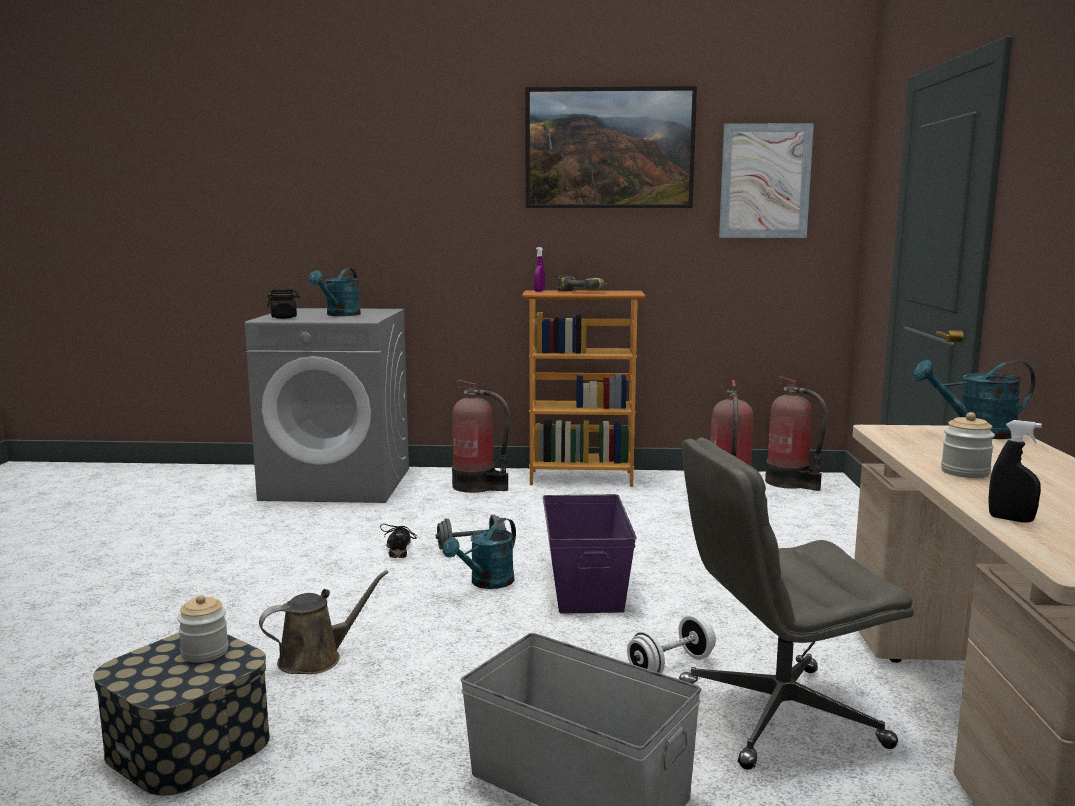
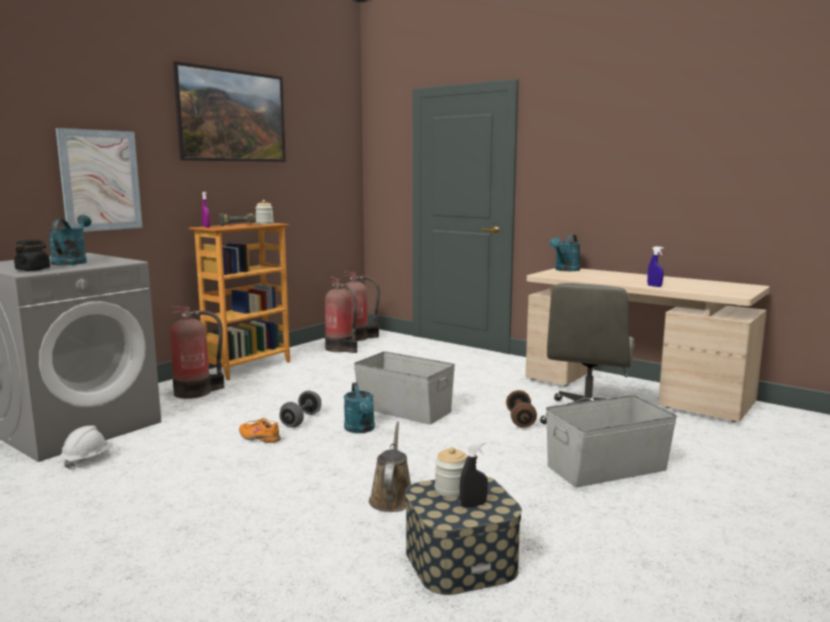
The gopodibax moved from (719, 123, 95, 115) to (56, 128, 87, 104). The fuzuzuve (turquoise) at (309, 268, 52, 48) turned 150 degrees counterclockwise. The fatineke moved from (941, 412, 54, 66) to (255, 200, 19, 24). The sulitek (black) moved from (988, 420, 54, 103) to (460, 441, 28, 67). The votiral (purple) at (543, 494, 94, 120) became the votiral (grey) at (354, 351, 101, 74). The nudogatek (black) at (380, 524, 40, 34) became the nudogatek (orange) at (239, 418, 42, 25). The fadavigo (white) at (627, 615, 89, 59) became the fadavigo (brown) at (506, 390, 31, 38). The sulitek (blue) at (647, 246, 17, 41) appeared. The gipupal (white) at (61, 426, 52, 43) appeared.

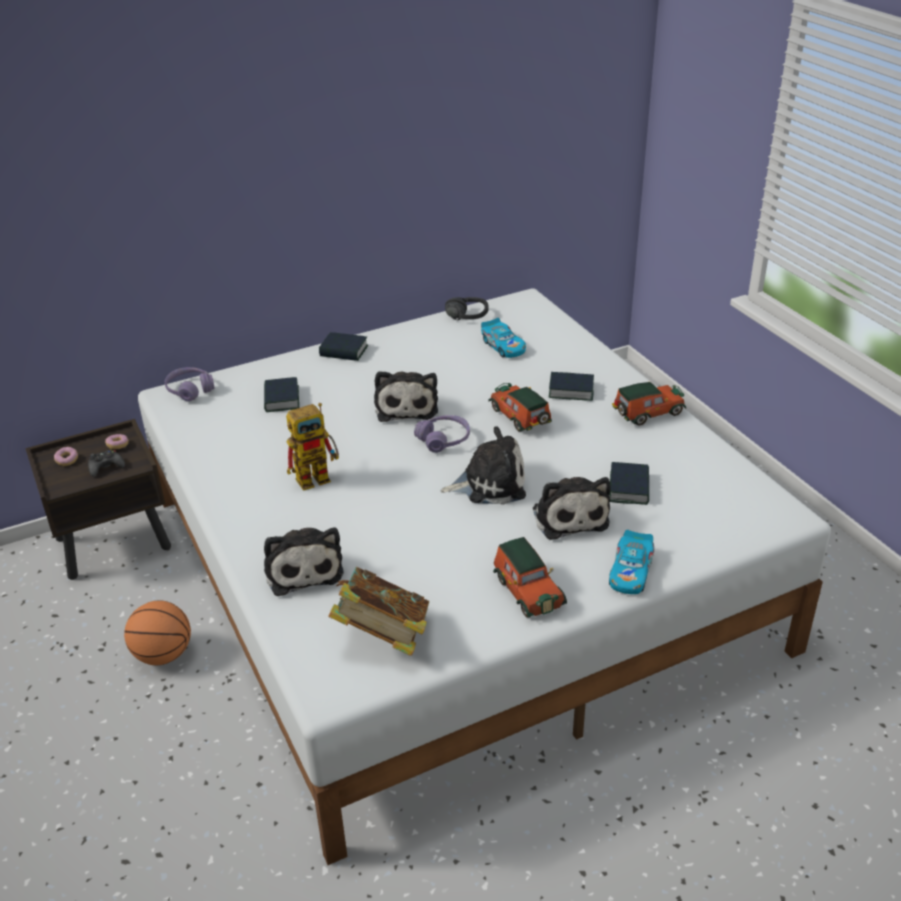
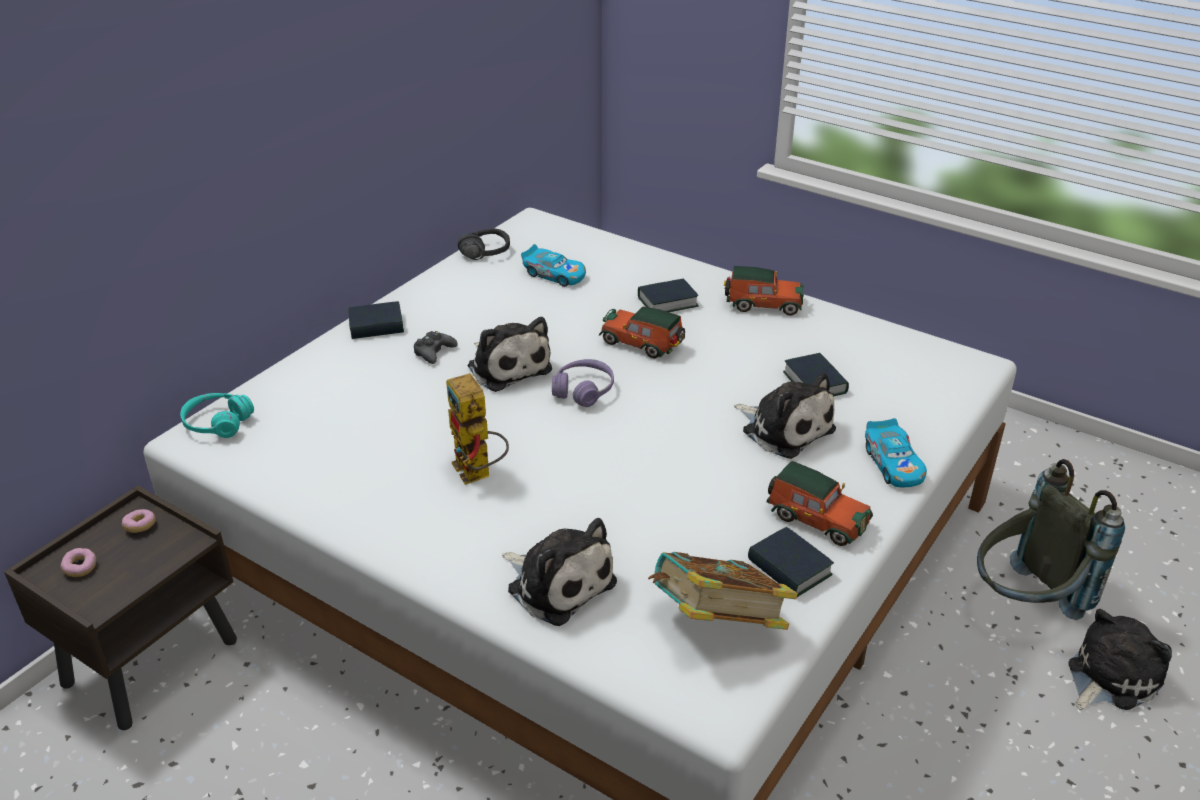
The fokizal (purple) at (165, 367, 50, 34) became the fokizal (turquoise) at (180, 393, 74, 45). The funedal moved from (264, 377, 35, 35) to (748, 527, 86, 70). The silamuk at (612, 382, 74, 44) turned 60 degrees clockwise. The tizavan at (286, 403, 53, 88) turned 120 degrees clockwise. The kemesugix moved from (441, 426, 85, 79) to (1068, 609, 104, 101). The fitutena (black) moved from (88, 449, 37, 28) to (414, 331, 44, 33). The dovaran at (124, 600, 67, 65) disappeared. The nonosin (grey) at (977, 459, 148, 161) appeared.

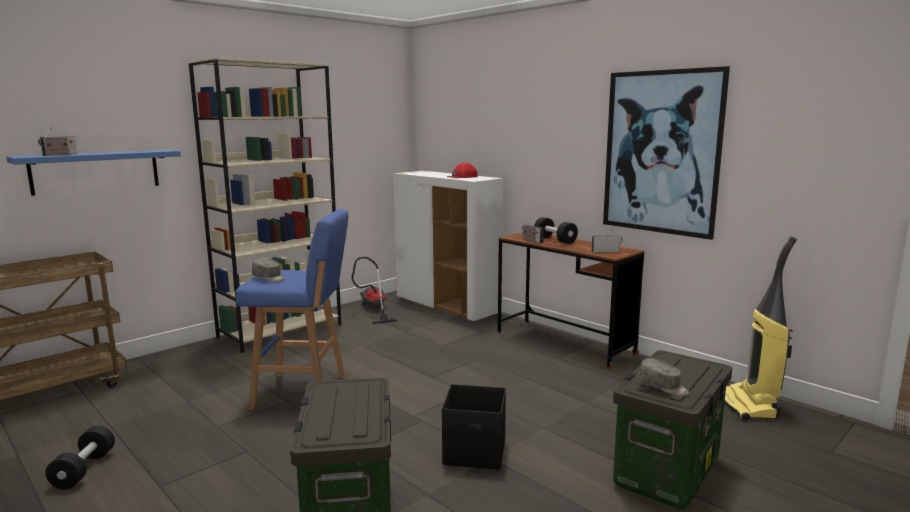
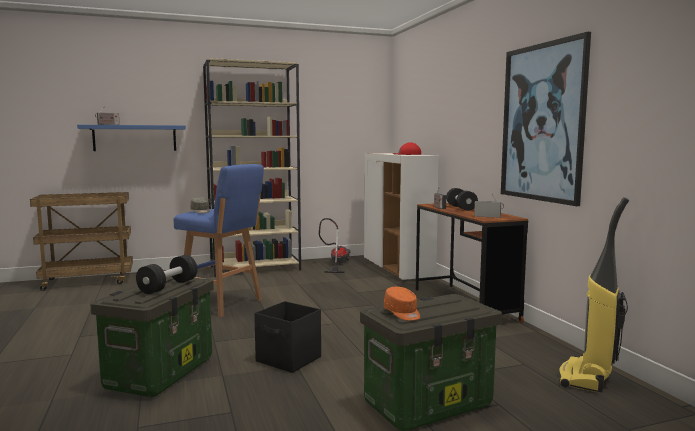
The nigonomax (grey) at (638, 358, 51, 38) became the nigonomax (orange) at (384, 287, 36, 34). The fadavigo (black) moved from (45, 426, 70, 63) to (136, 255, 61, 39).

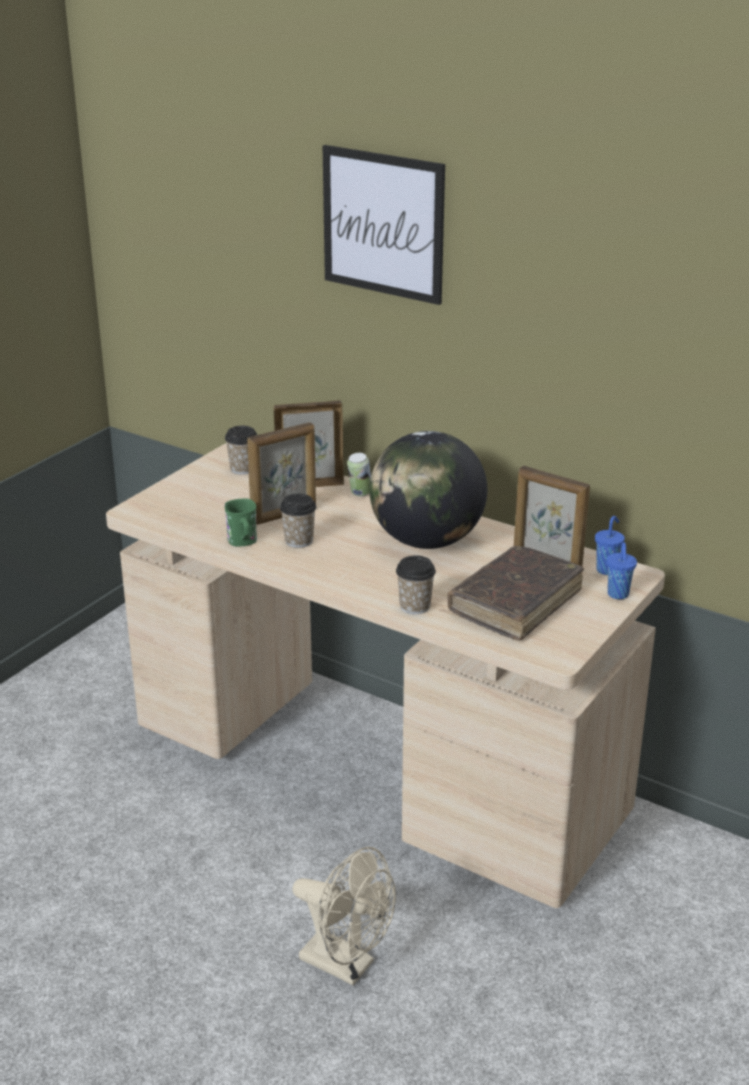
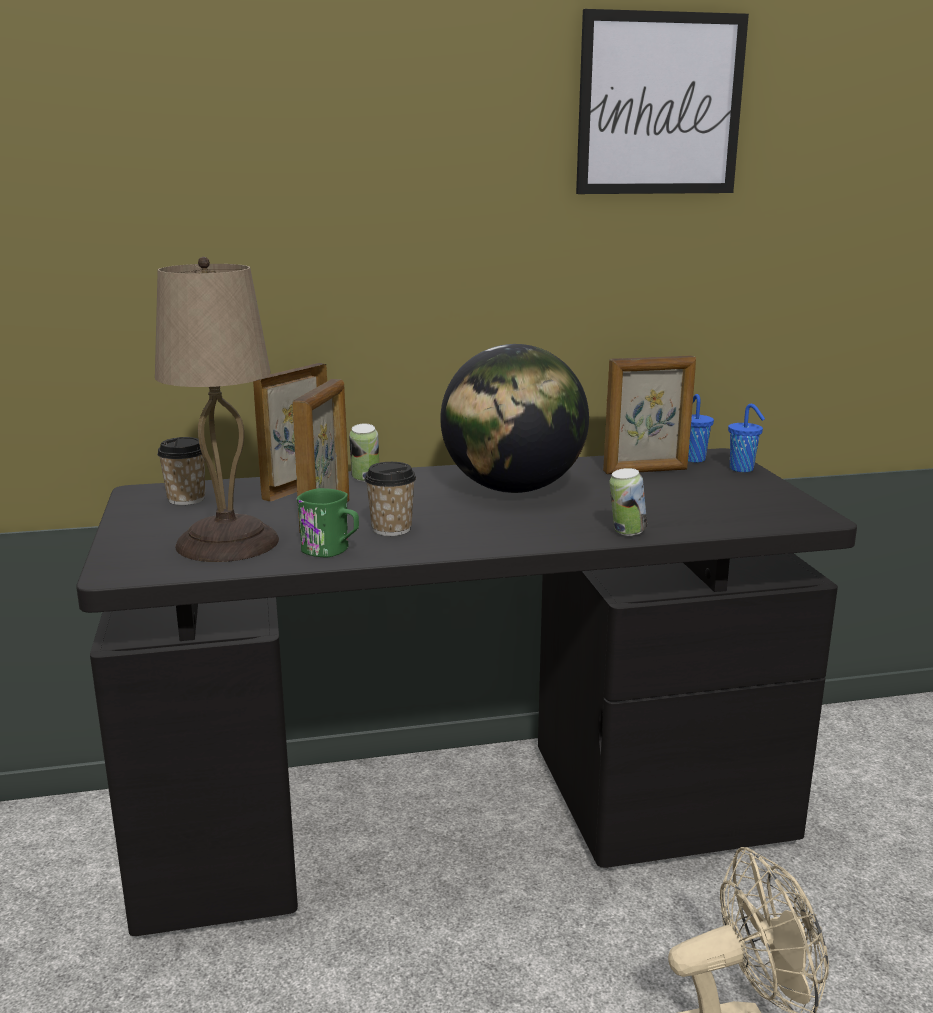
The gopodibax moved from (323, 145, 122, 160) to (576, 9, 173, 185). The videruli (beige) at (106, 443, 559, 465) became the videruli (black) at (77, 448, 780, 488). The funedal (brown) at (448, 546, 136, 95) disappeared. The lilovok at (396, 555, 40, 59) was replaced by the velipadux at (609, 468, 38, 68). The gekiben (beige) at (155, 257, 124, 305) appeared.

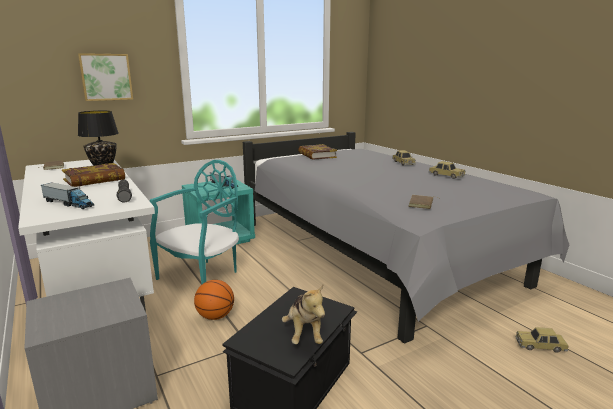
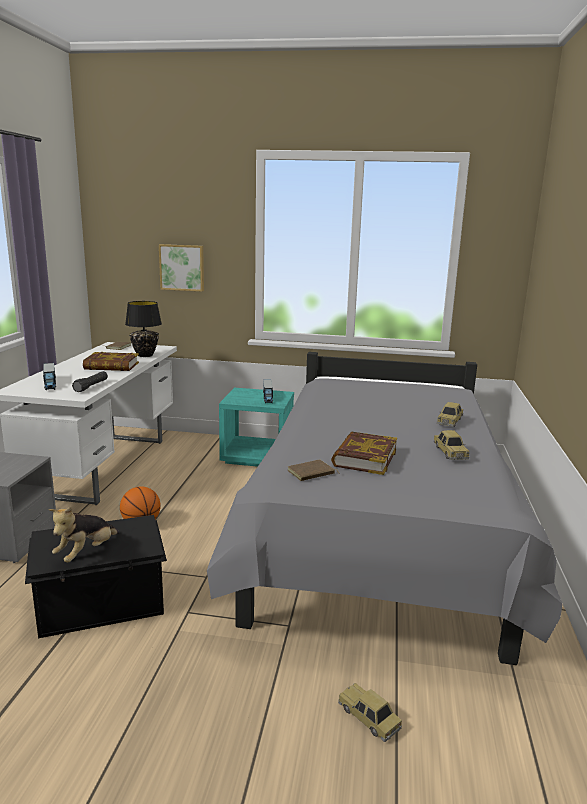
The funedal moved from (298, 144, 39, 16) to (331, 432, 66, 43). The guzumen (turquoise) at (150, 160, 89, 124) disappeared.

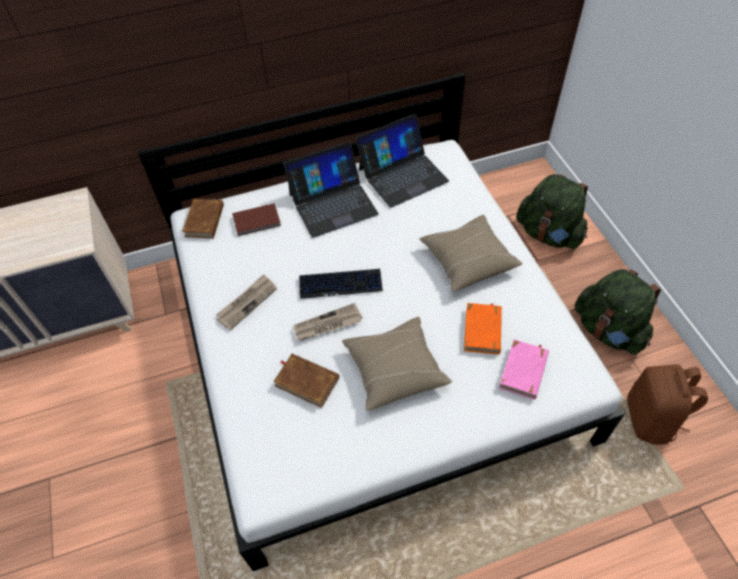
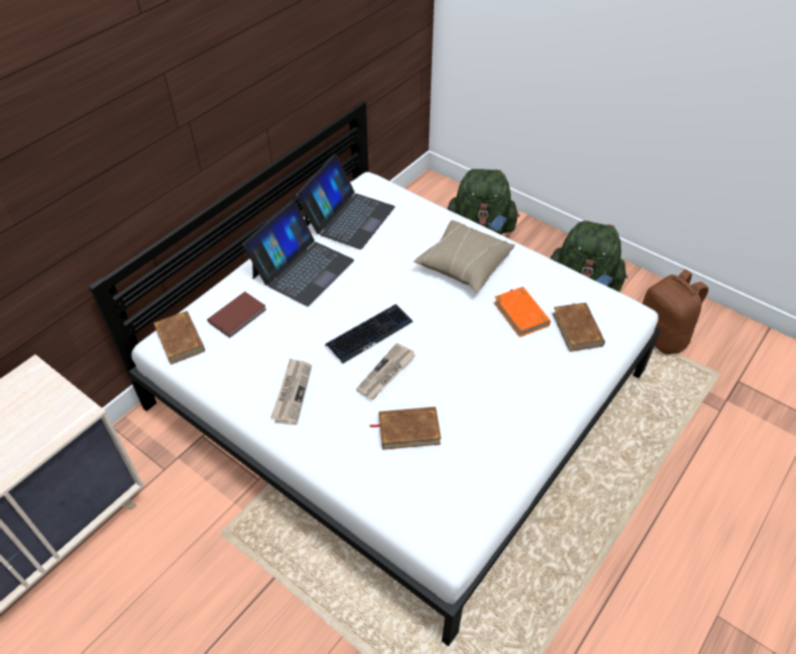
The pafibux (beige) at (342, 317, 110, 94) disappeared. The funedal (pink) at (499, 340, 50, 60) became the funedal (brown) at (553, 302, 52, 50).

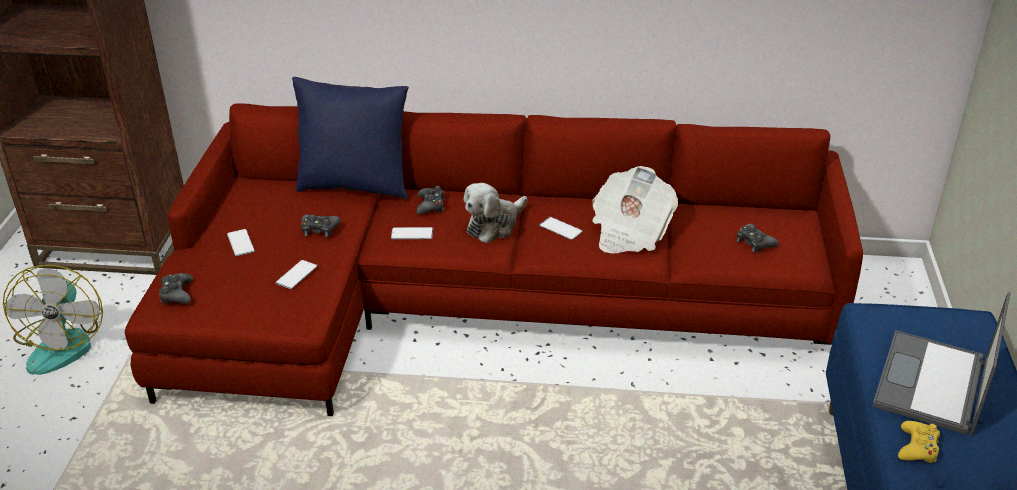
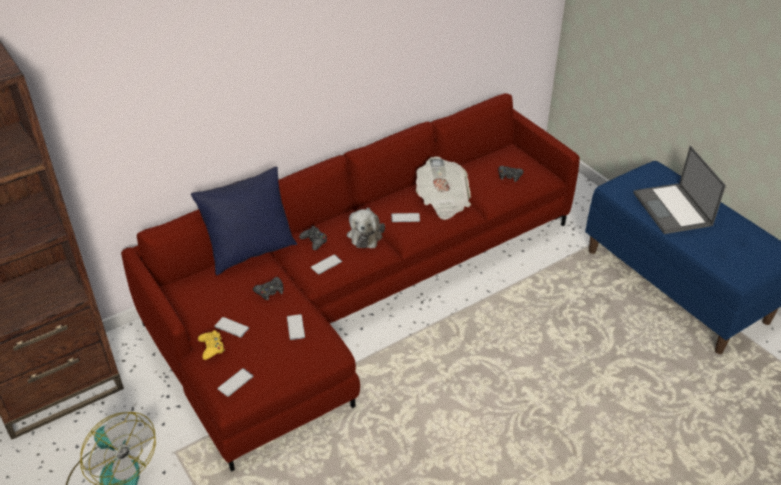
The fitutena (black) at (159, 273, 34, 31) was replaced by the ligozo at (217, 368, 36, 29). The fitutena (yellow) moved from (898, 421, 42, 42) to (198, 330, 27, 30).

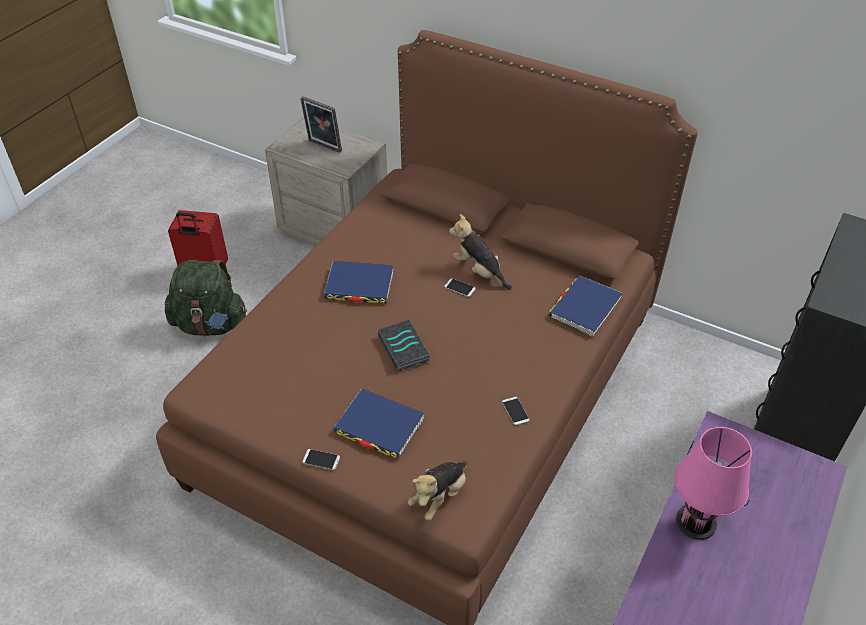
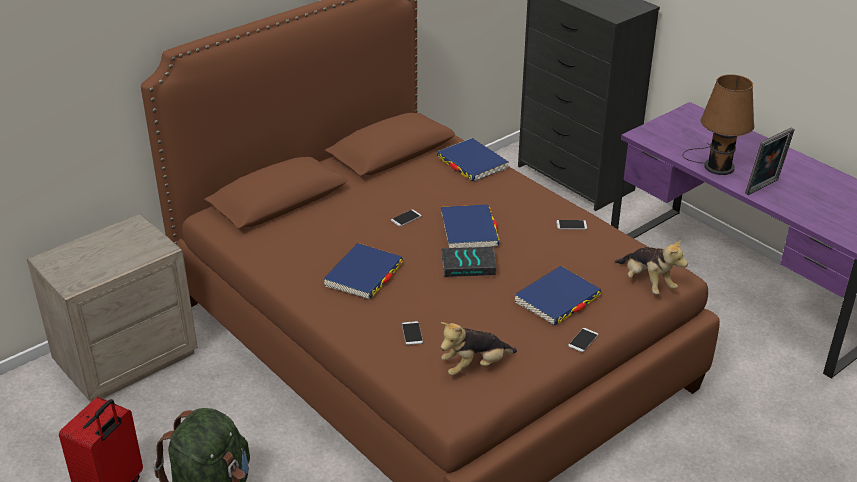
The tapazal moved from (300, 96, 42, 57) to (745, 127, 50, 68). The kemesugix moved from (449, 214, 63, 76) to (441, 322, 76, 54). The gekiben (pink) at (674, 427, 78, 113) became the gekiben (brown) at (682, 74, 73, 101). The funedal (blue) at (441, 204, 59, 44) appeared. The ligozo at (402, 321, 21, 24) appeared.

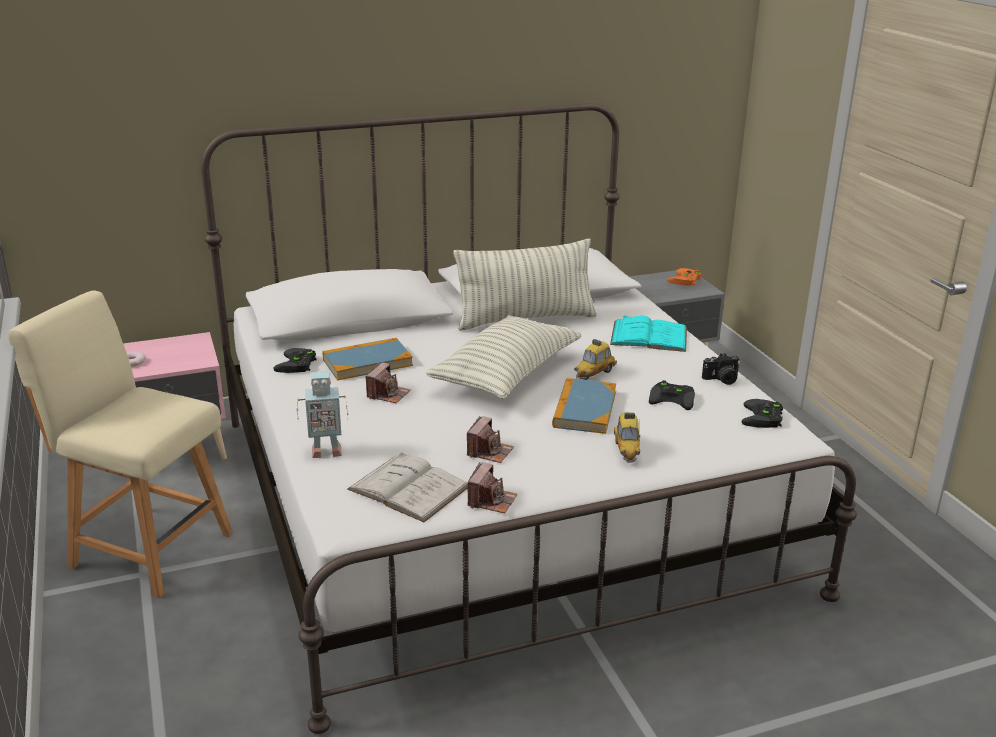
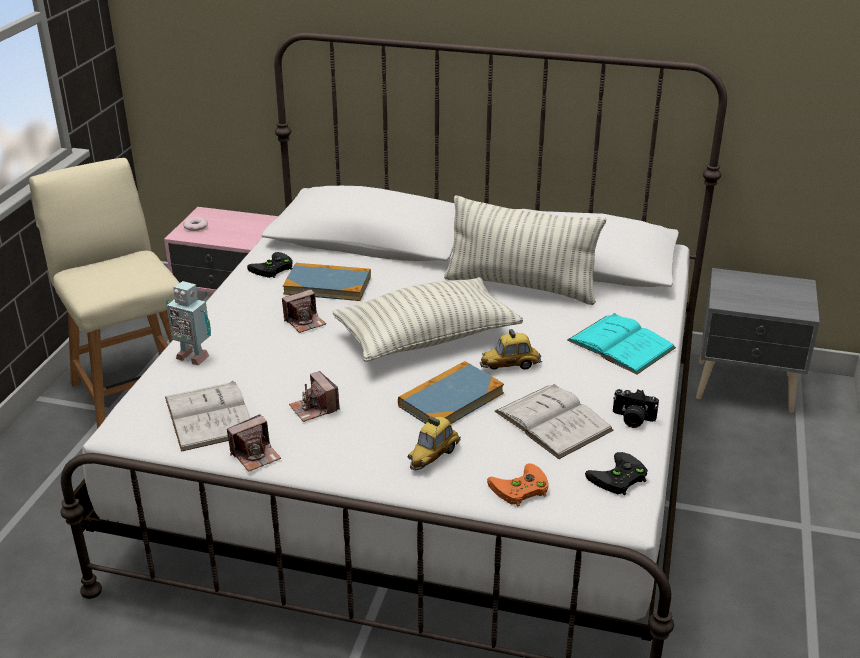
The fitutena (orange) moved from (667, 268, 34, 18) to (487, 463, 62, 43). The fitutena (black) at (649, 380, 46, 30) was replaced by the funedal (white) at (495, 384, 119, 75). The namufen at (467, 416, 47, 47) turned 90 degrees clockwise.

